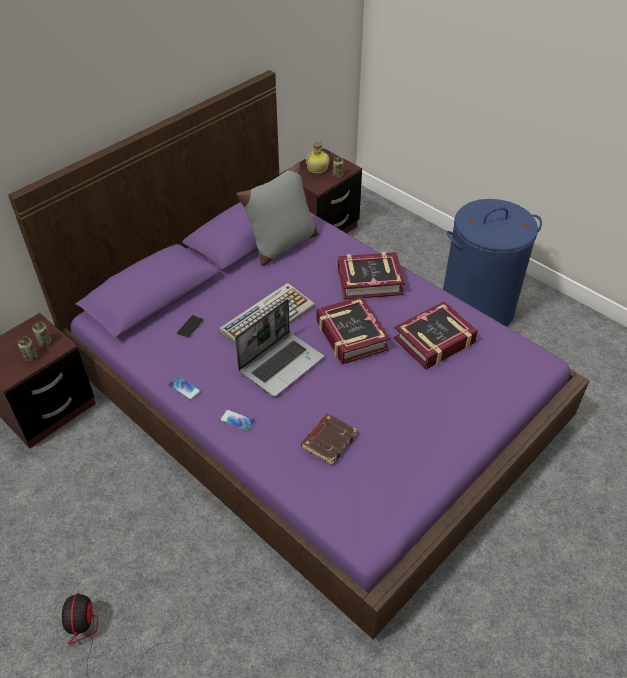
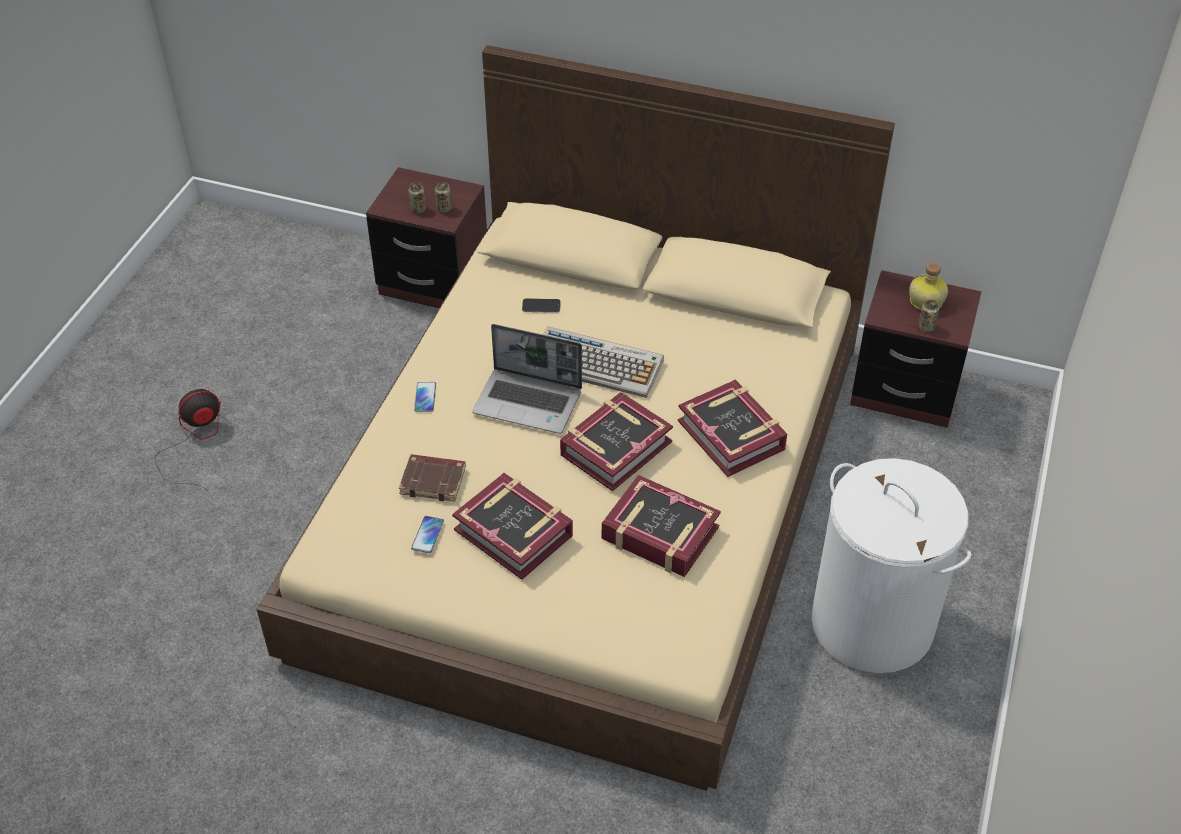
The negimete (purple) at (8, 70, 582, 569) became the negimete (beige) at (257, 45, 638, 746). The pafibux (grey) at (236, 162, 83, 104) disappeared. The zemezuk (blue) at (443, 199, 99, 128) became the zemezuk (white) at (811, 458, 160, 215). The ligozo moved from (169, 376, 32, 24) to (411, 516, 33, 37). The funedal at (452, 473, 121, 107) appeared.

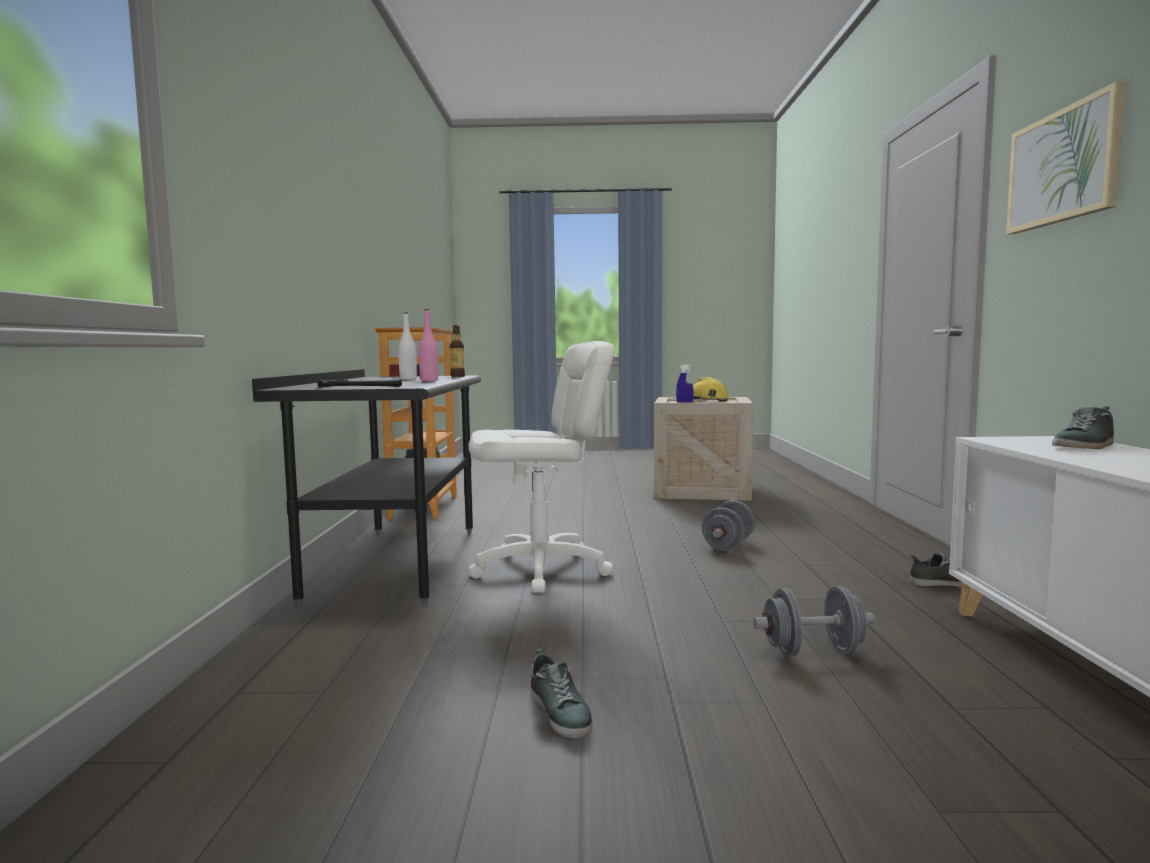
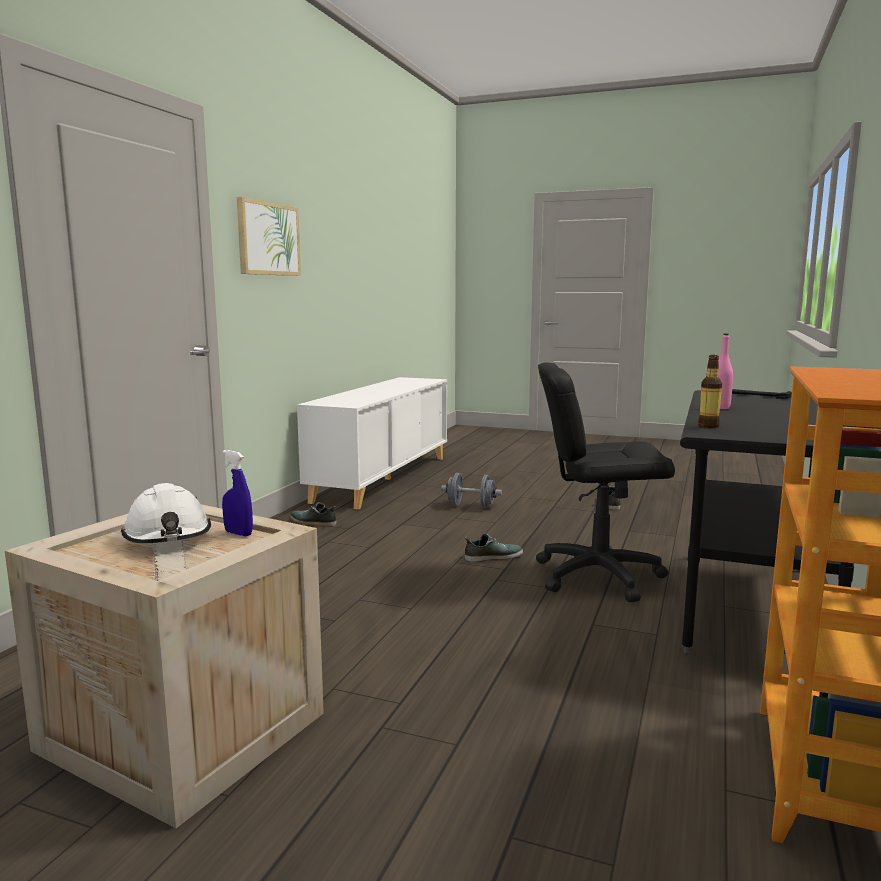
The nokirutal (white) at (398, 312, 19, 67) disappeared. The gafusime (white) at (468, 341, 146, 252) became the gafusime (black) at (536, 362, 139, 240). The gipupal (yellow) at (691, 377, 38, 25) became the gipupal (white) at (121, 483, 90, 60). The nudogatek moved from (1052, 406, 62, 43) to (464, 534, 59, 28). The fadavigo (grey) at (701, 500, 54, 51) disappeared.

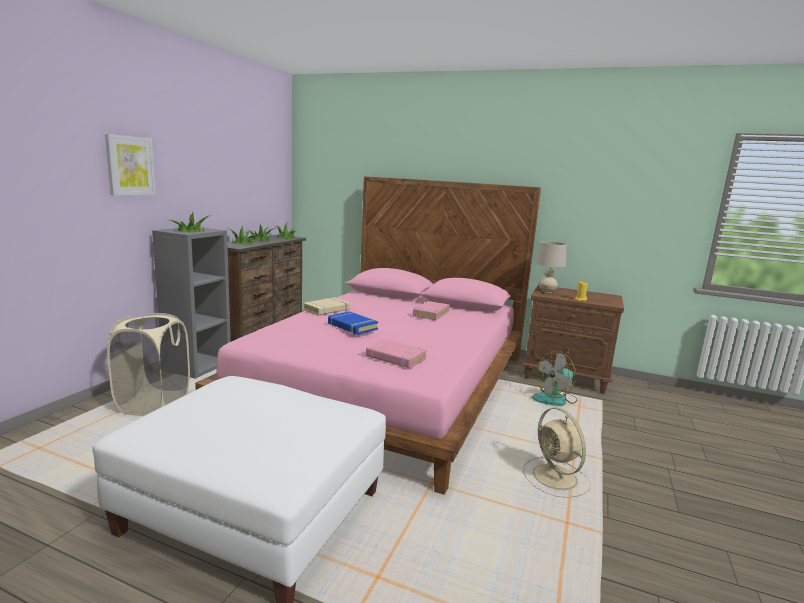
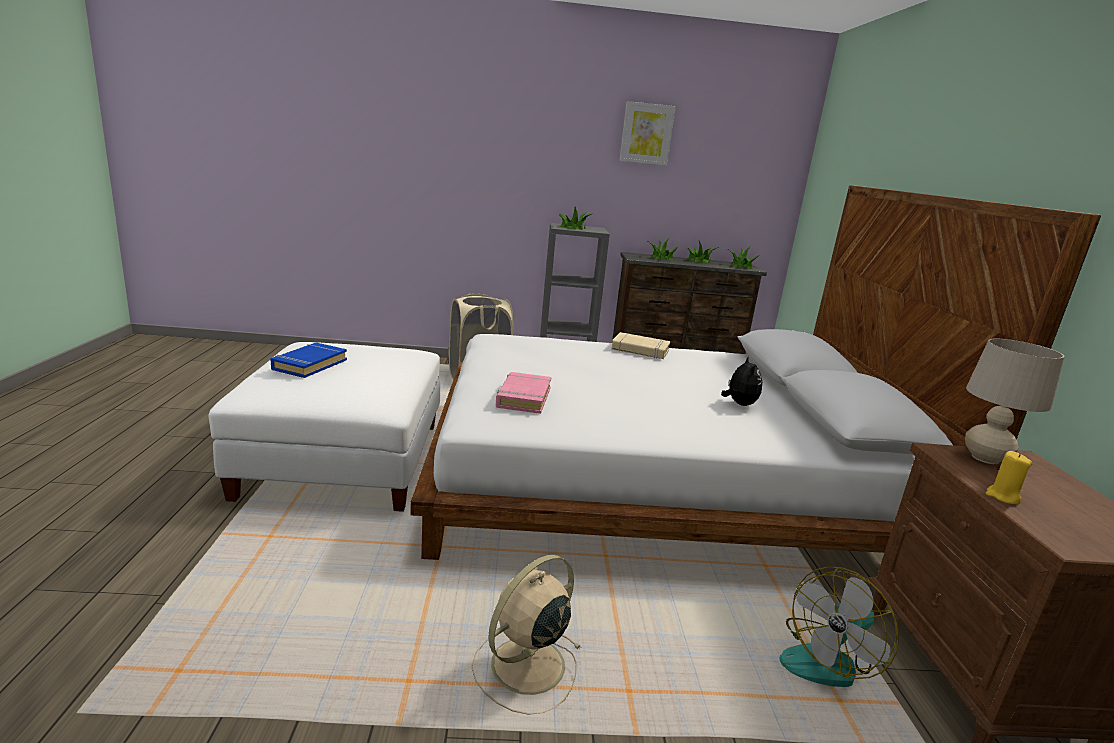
The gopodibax moved from (105, 134, 51, 61) to (619, 101, 57, 65). The negimete (pink) at (195, 176, 346, 319) became the negimete (white) at (410, 185, 691, 375). The funedal (pink) at (413, 301, 37, 19) was replaced by the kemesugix at (721, 356, 41, 50). The funedal (blue) moved from (328, 311, 50, 24) to (270, 343, 77, 35). The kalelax at (532, 351, 46, 55) turned 75 degrees counterclockwise.

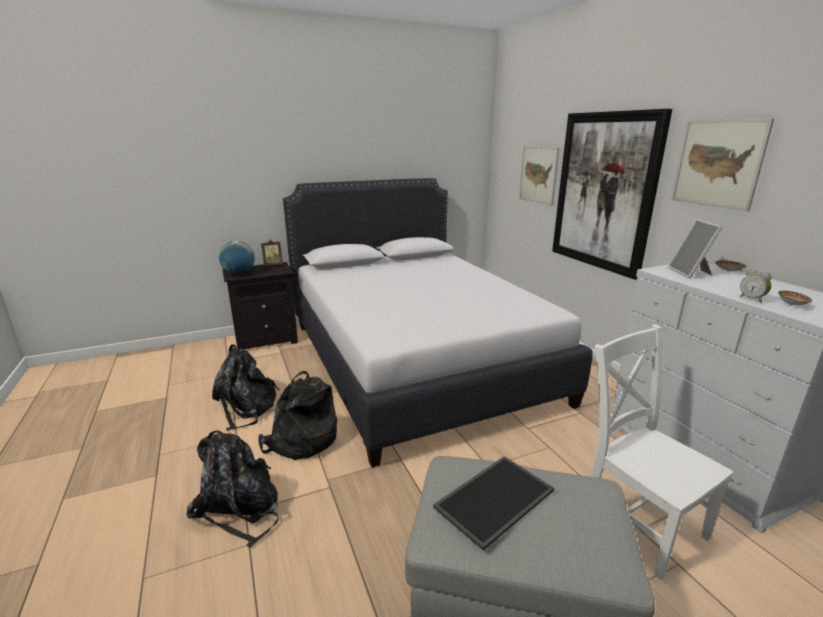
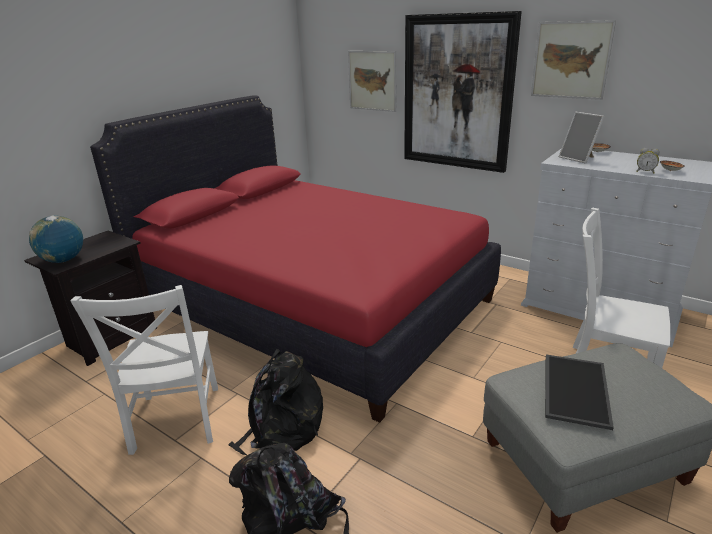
The negimete (white) at (283, 178, 310, 289) became the negimete (red) at (90, 95, 411, 328). The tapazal at (261, 240, 22, 26) disappeared. The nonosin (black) at (212, 344, 68, 87) was replaced by the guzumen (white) at (70, 285, 148, 170).

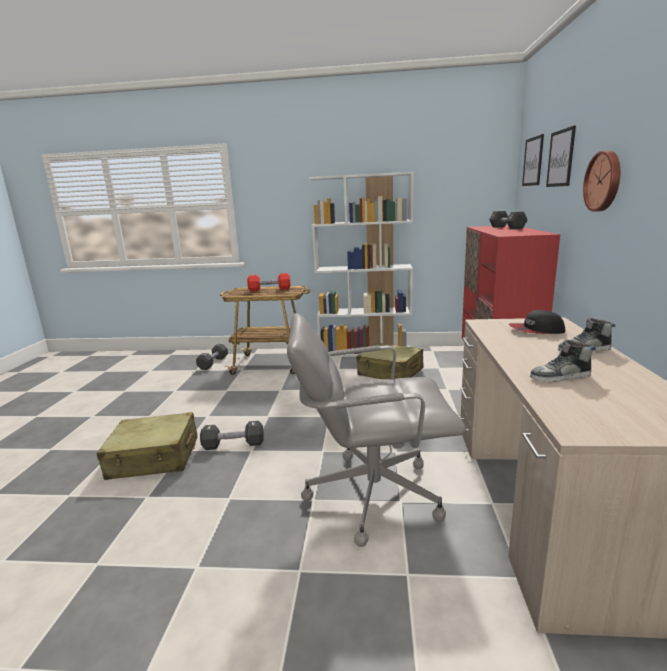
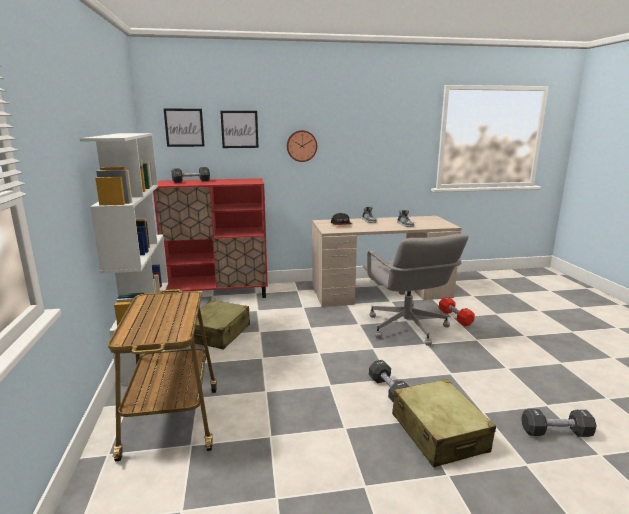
The fadavigo (red) moved from (247, 273, 44, 19) to (439, 297, 36, 29). The fadavigo (black) moved from (196, 344, 32, 26) to (521, 409, 75, 28).

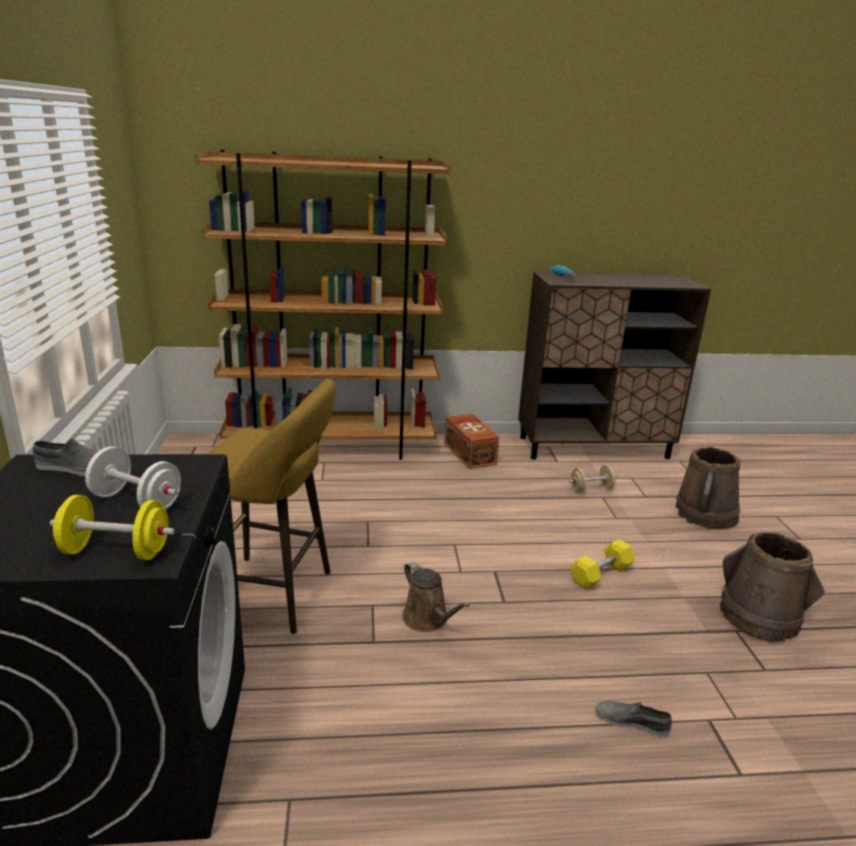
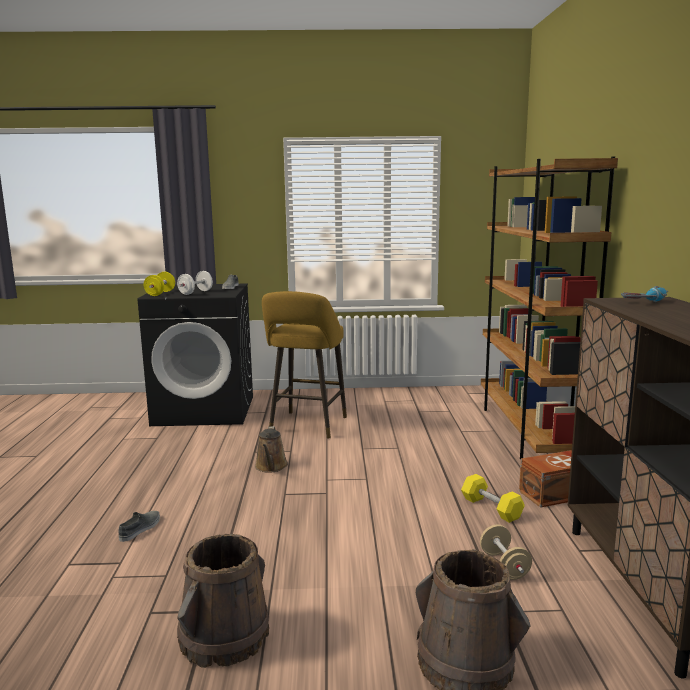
The fadavigo (yellow) moved from (570, 539, 65, 50) to (461, 474, 64, 49). The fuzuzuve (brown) at (402, 561, 68, 71) turned 60 degrees counterclockwise.

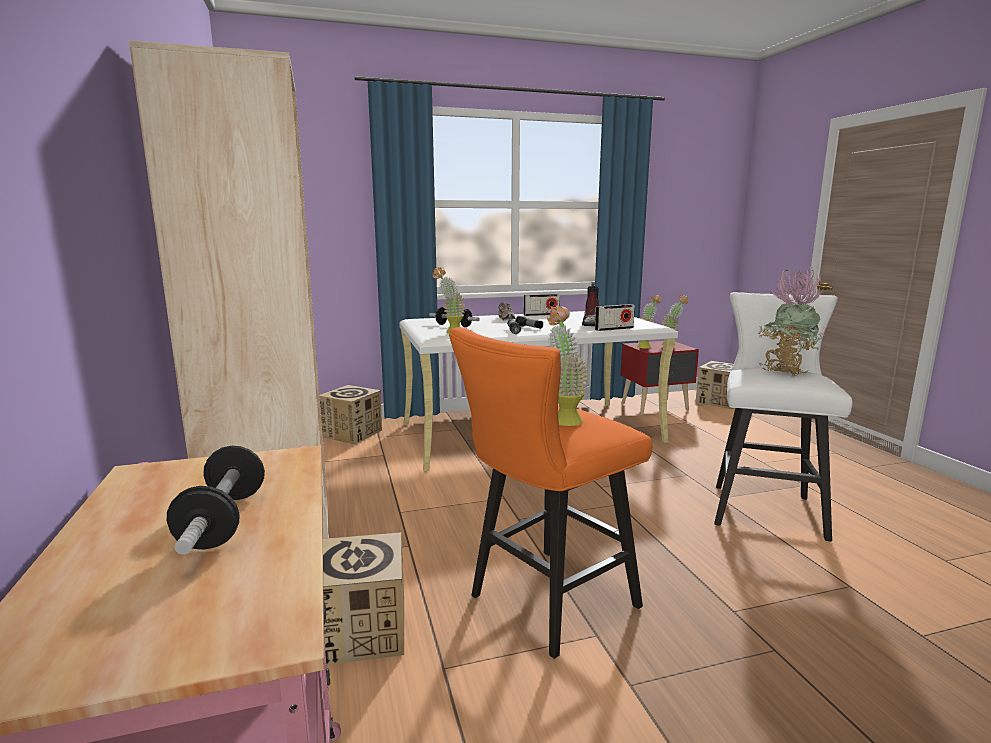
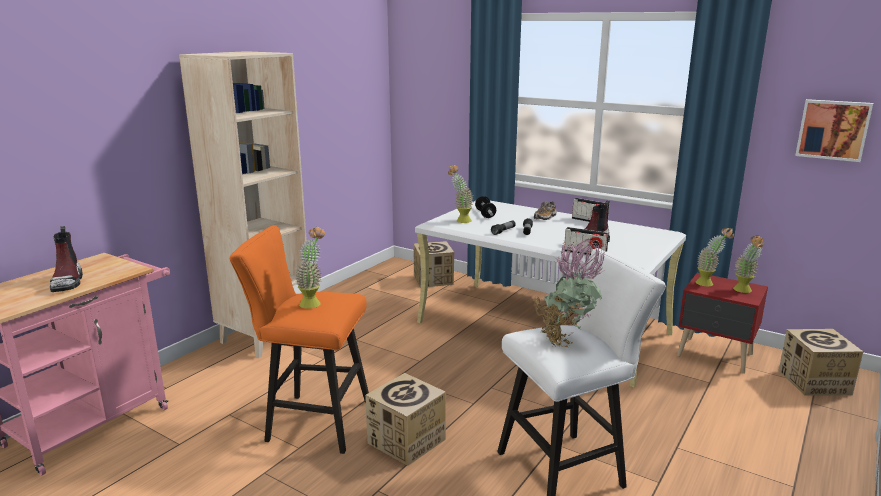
The fadavigo at (167, 446, 98, 109) was replaced by the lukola at (50, 226, 33, 66). The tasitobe moved from (323, 532, 81, 133) to (365, 373, 81, 93). The gopodibax at (795, 99, 78, 63) appeared.

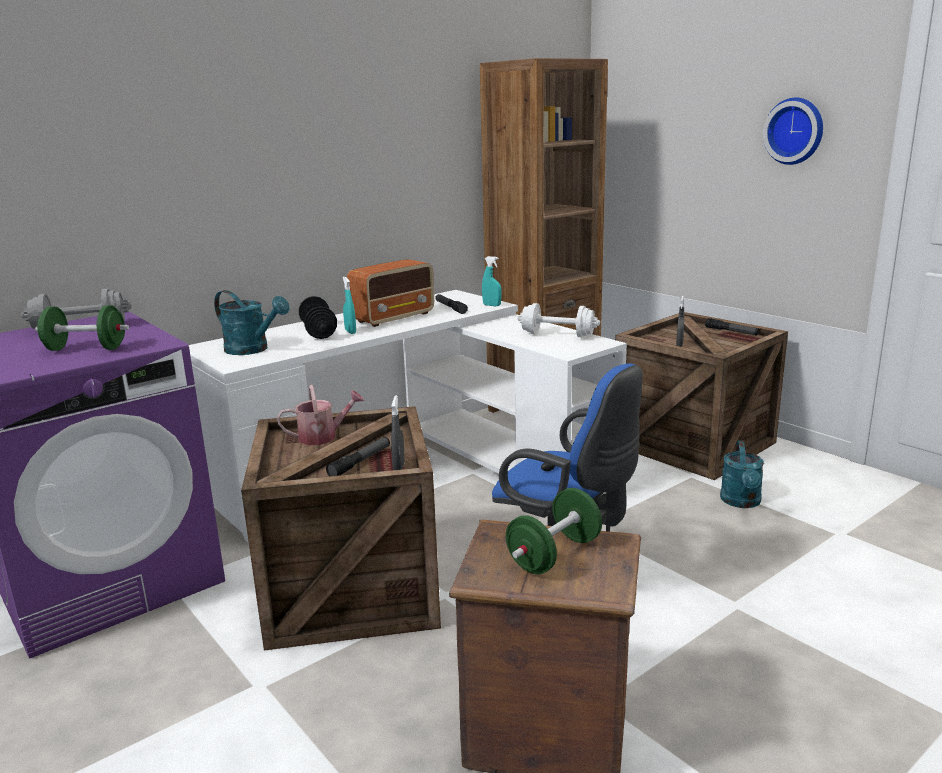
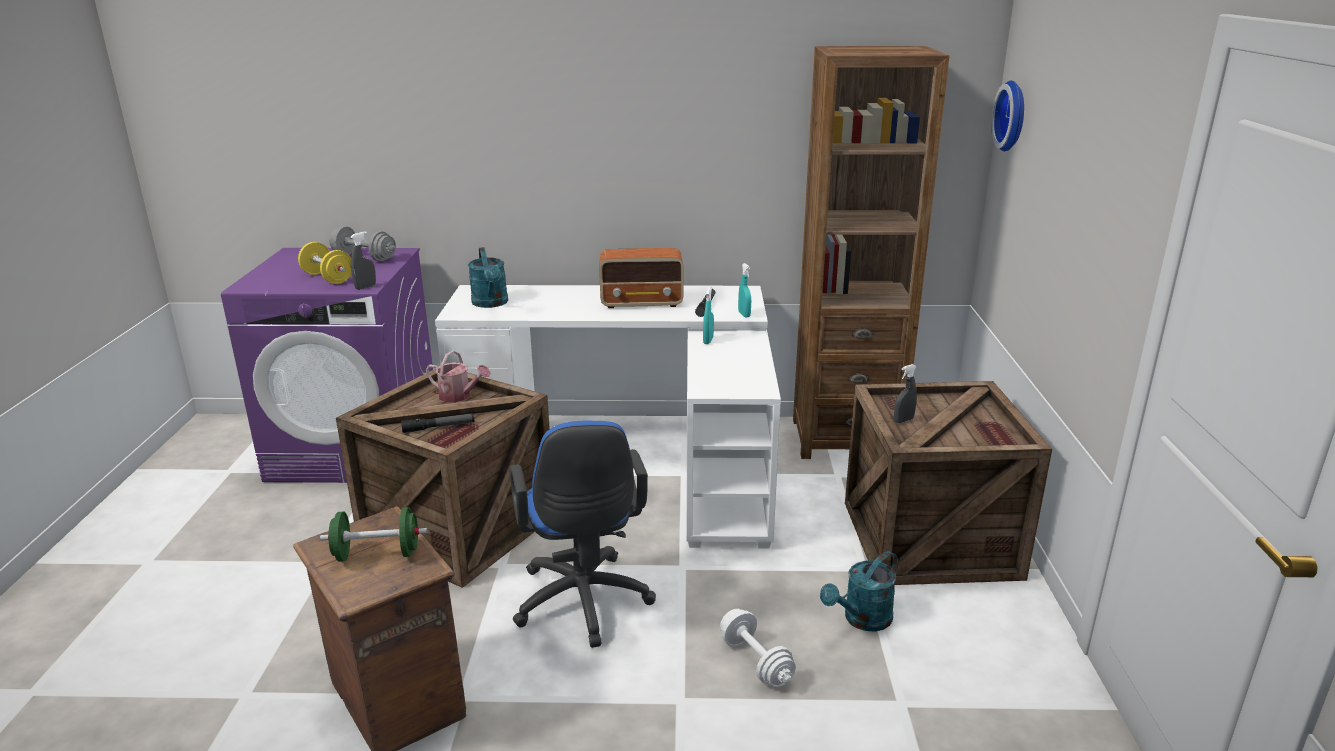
The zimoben moved from (763, 97, 60, 68) to (991, 80, 33, 71). The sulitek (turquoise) moved from (343, 277, 13, 57) to (703, 286, 11, 58). The fadavigo (black) at (299, 296, 38, 43) disappeared. The fadavigo (white) moved from (517, 303, 83, 34) to (720, 609, 76, 78). The fadavigo (green) at (35, 305, 94, 46) became the fadavigo (yellow) at (298, 242, 54, 42). The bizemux at (705, 318, 55, 18) disappeared. The sulitek (grey) moved from (391, 395, 14, 75) to (350, 231, 26, 59).

